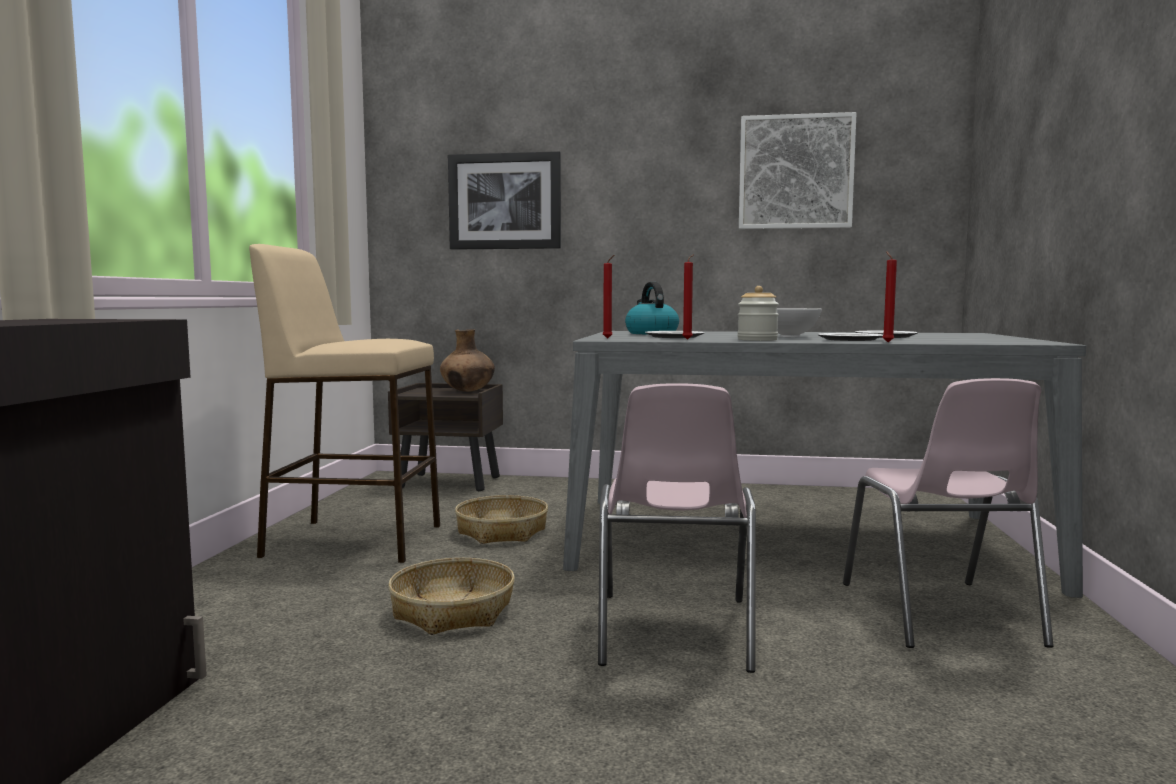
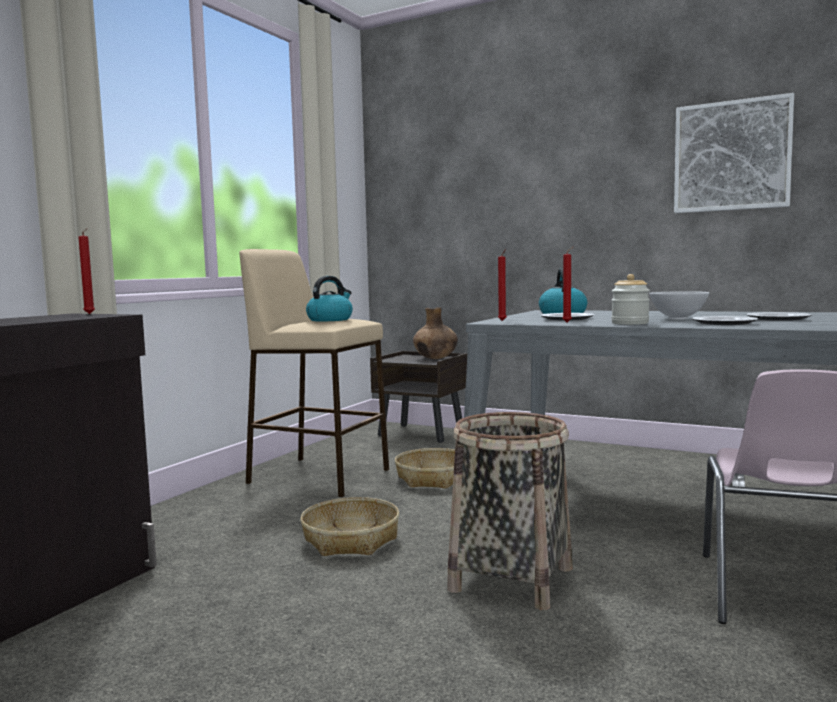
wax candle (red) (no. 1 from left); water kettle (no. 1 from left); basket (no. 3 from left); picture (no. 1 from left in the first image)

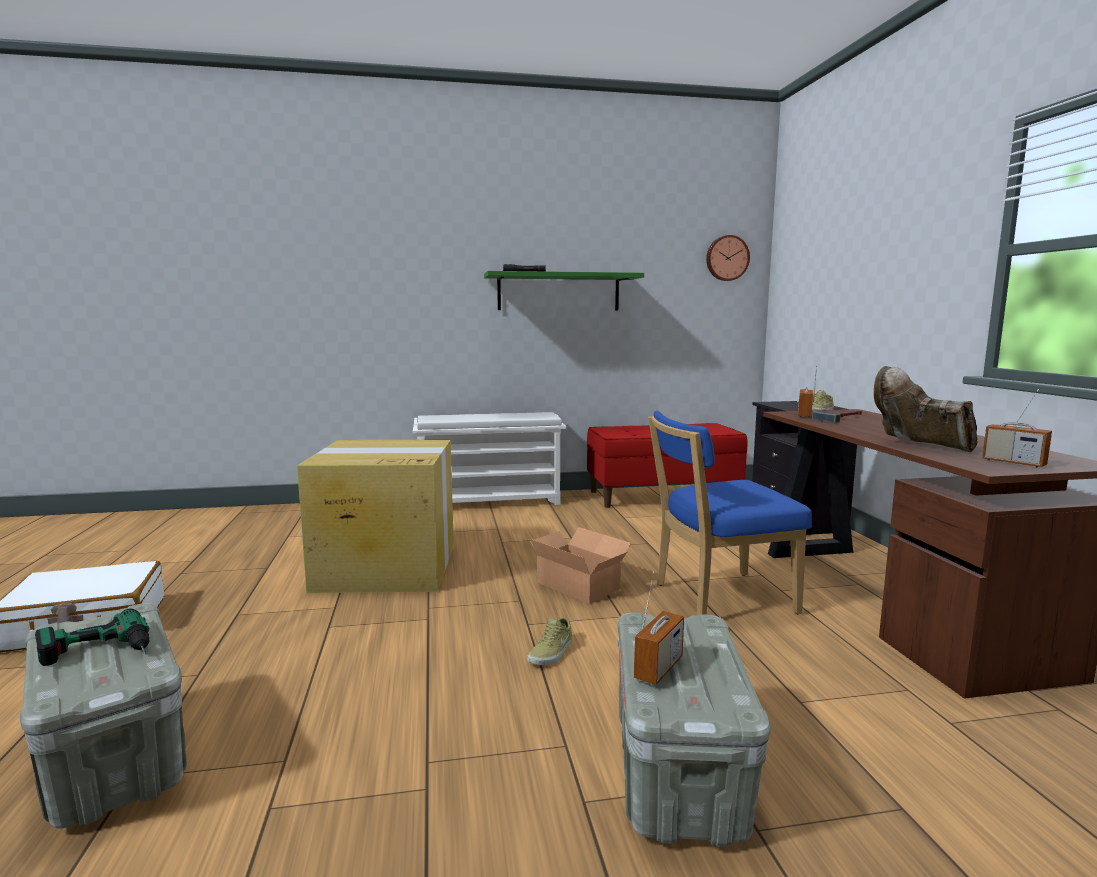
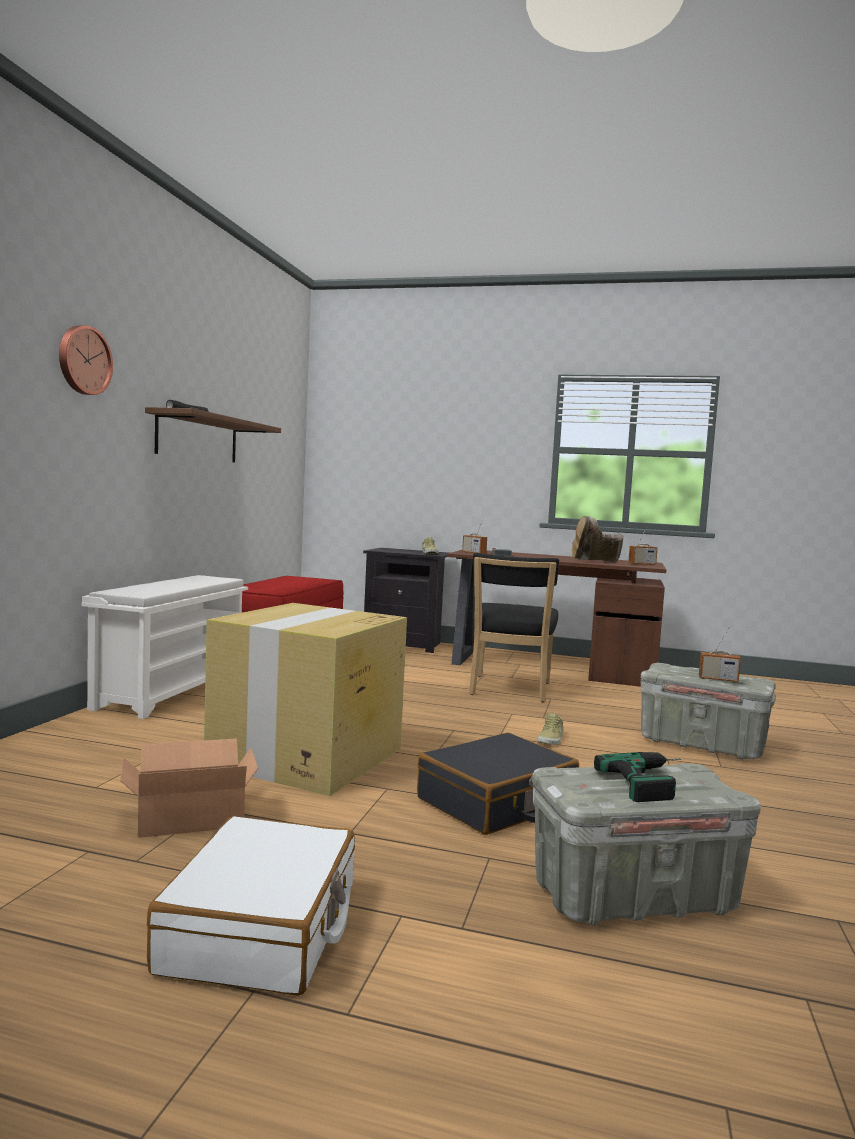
hanging clock; carton (no. 1 from left); wall shelf (brown-coloured); travel case (black); upright chair (black); shoe (beige) (no. 2 from left); radio (no. 3 from left)

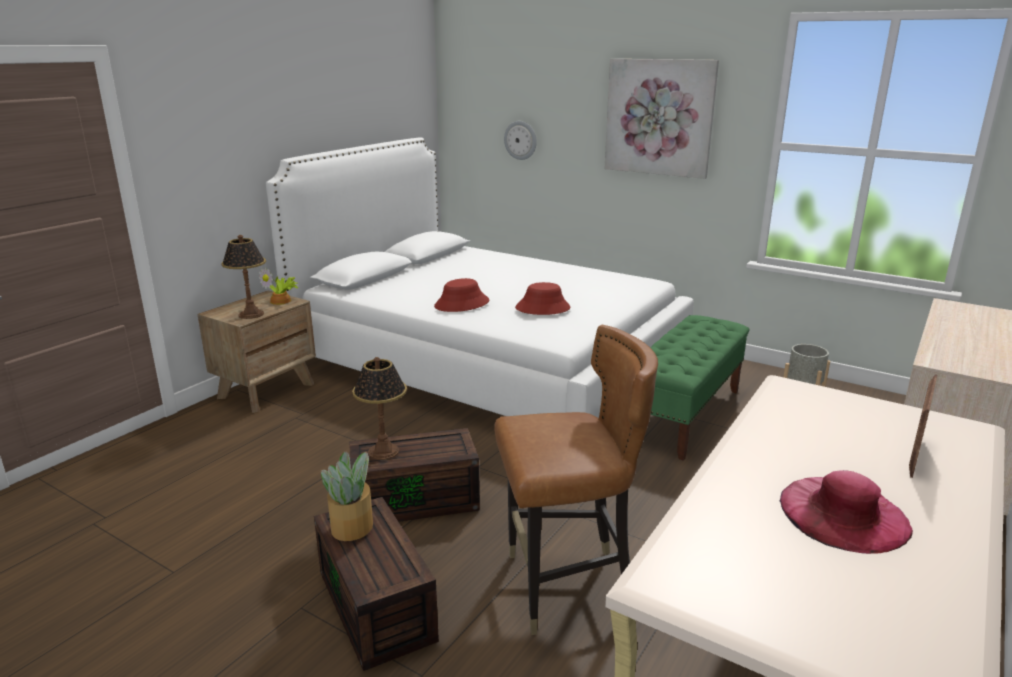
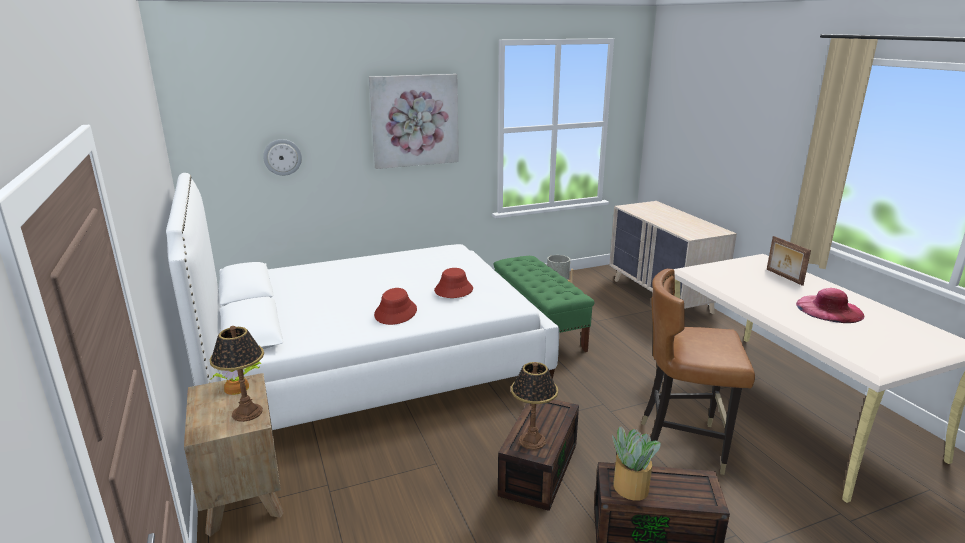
upright chair (brown-coloured)

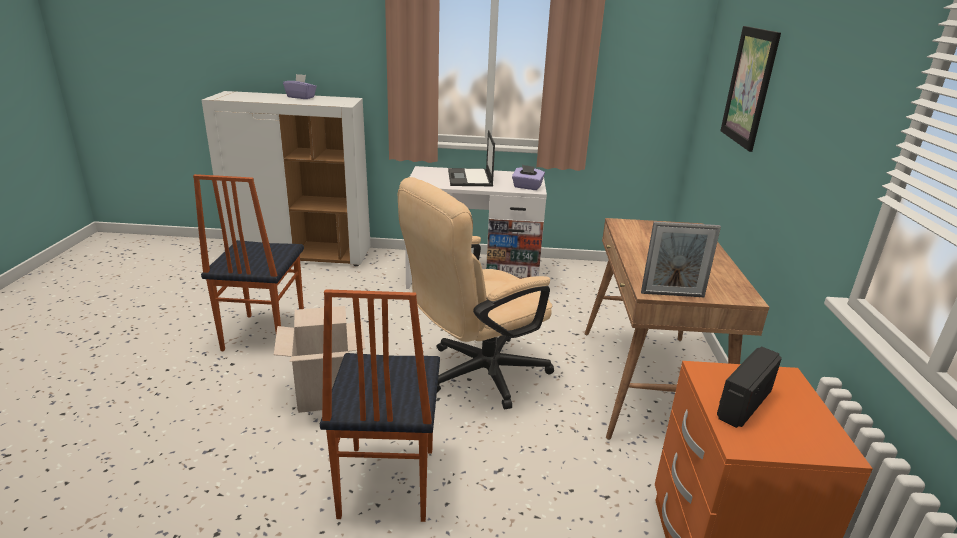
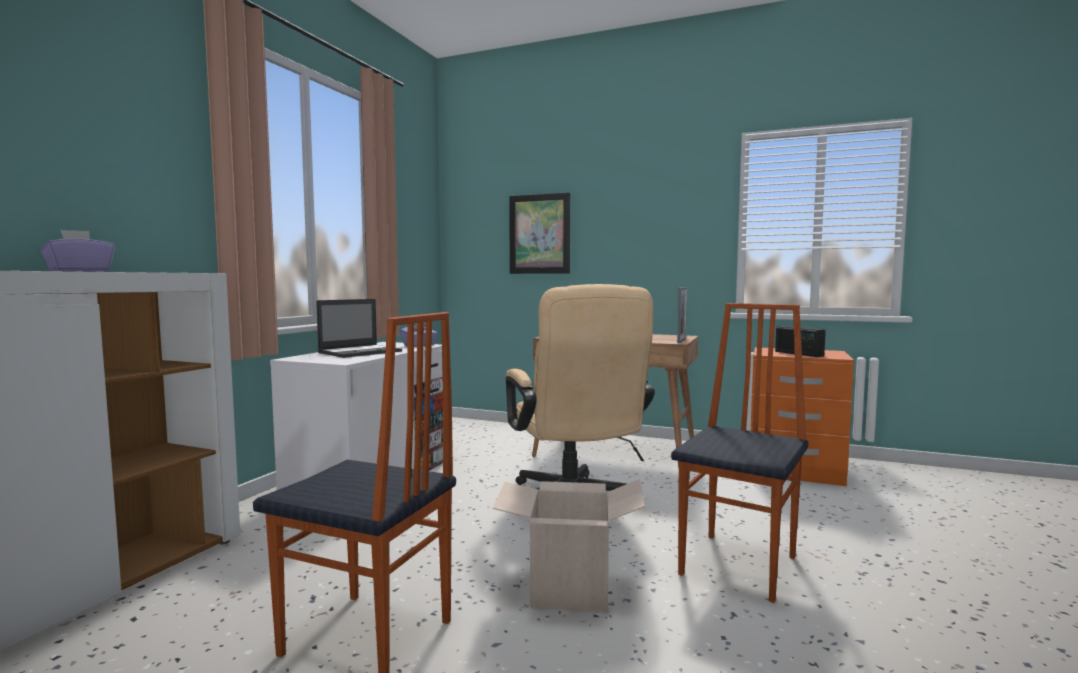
portable computer; upright chair (no. 2 from left)

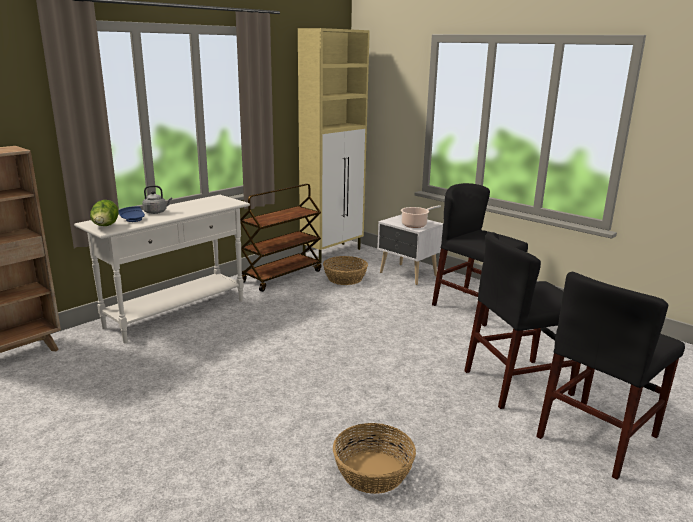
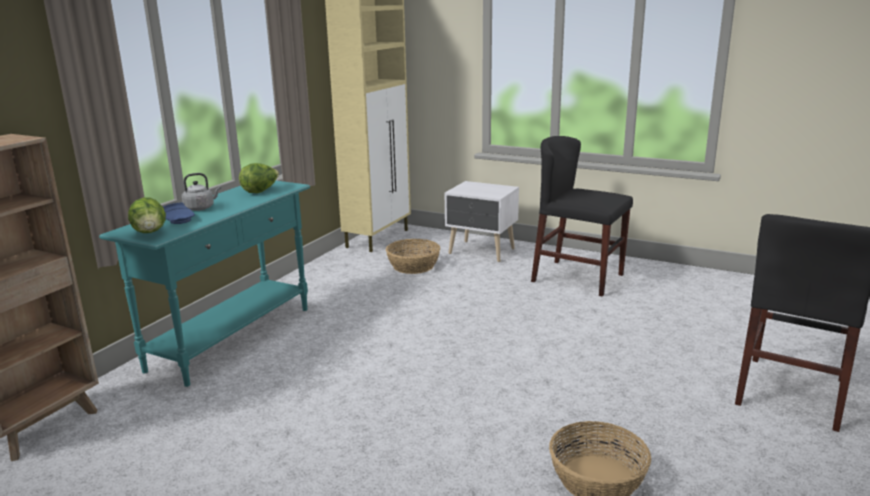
console table (blue-green); lettuce (no. 2 from left); wheeled cart (brown-coloured); saucepot; upright chair (black) (no. 2 from left in the first image)

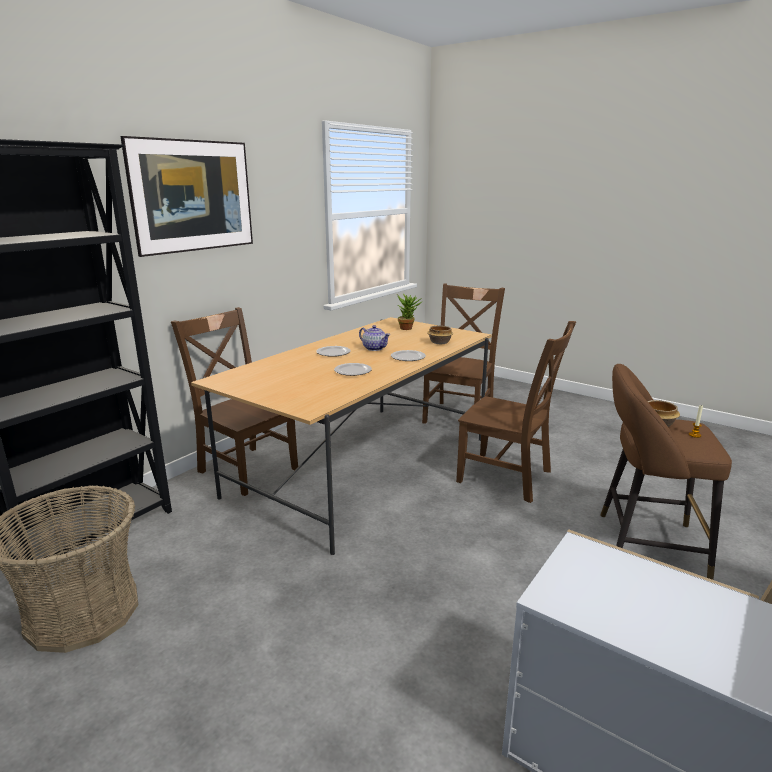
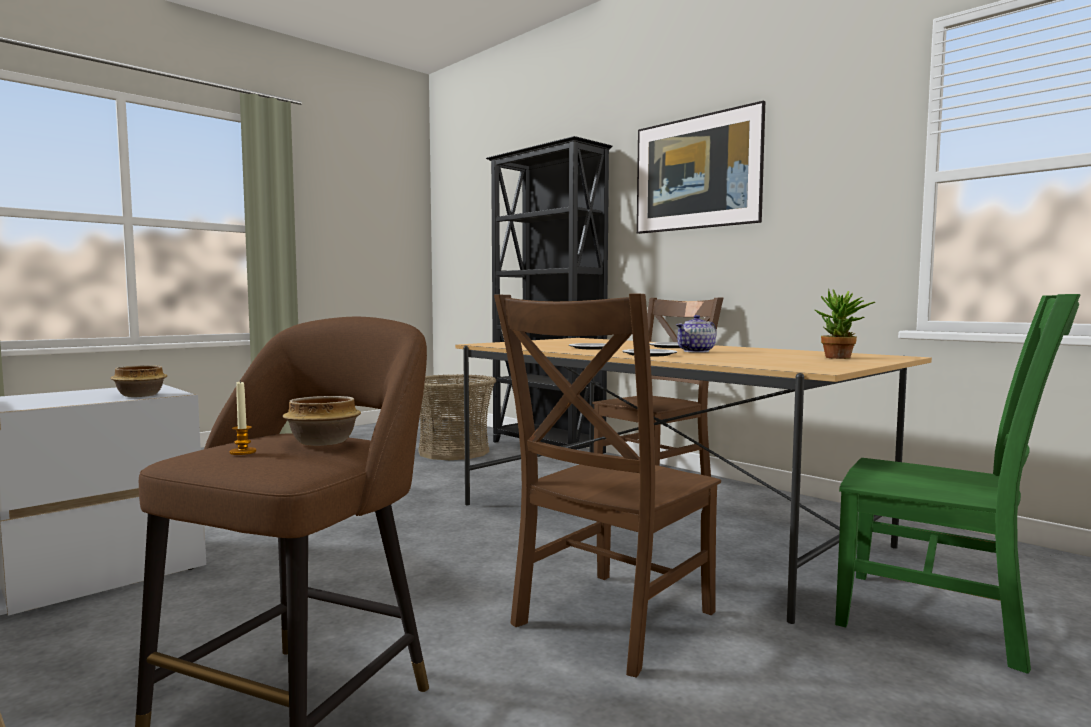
serving bowl (no. 1 from left); upright chair (greenish)

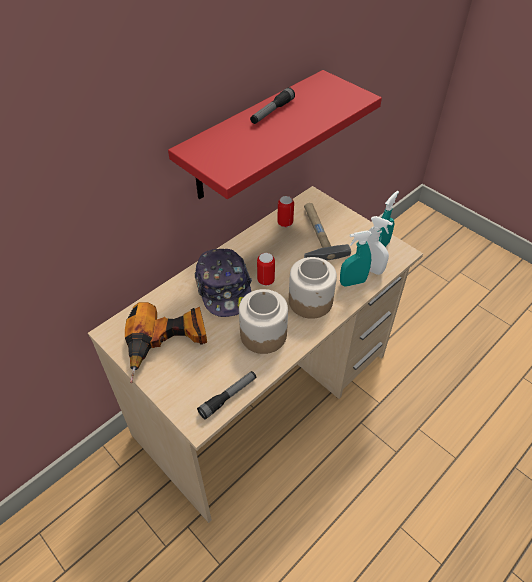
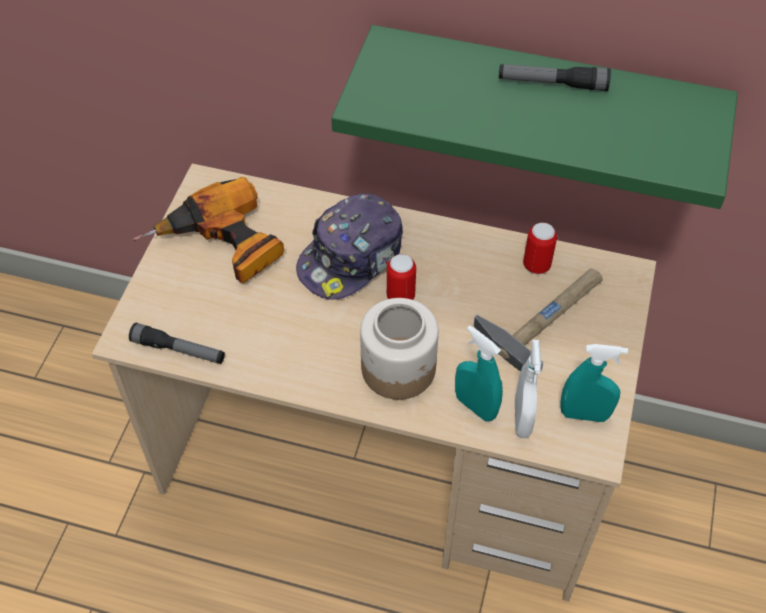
wall shelf (greenish); preserve jar (no. 1 from left in the first image)

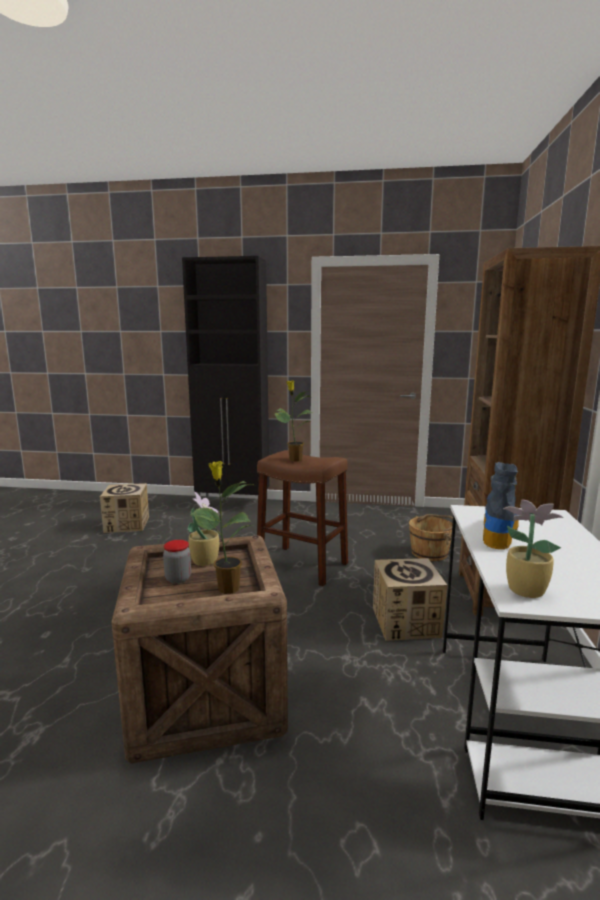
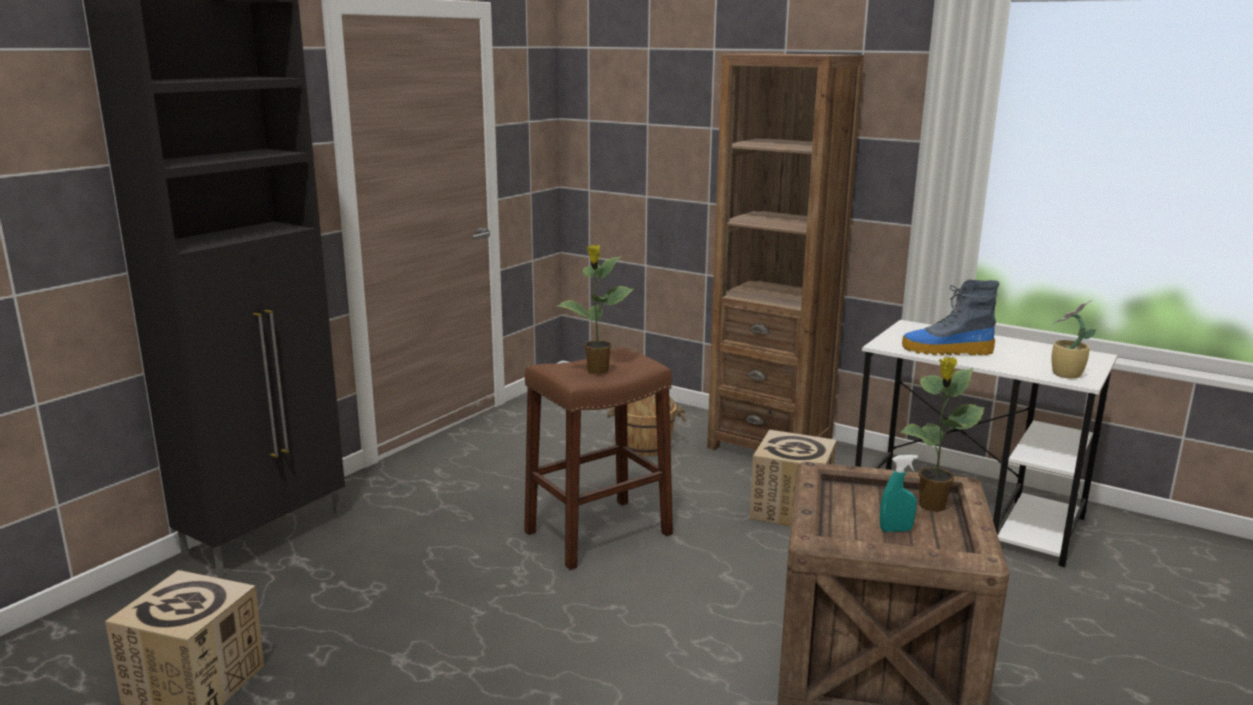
sprayer (blue-green); tall boot; plant in a pot (no. 1 from left in the first image)

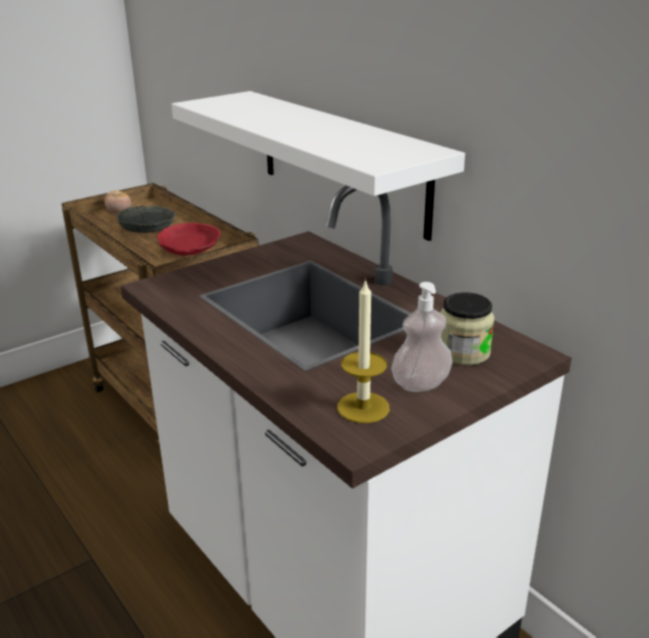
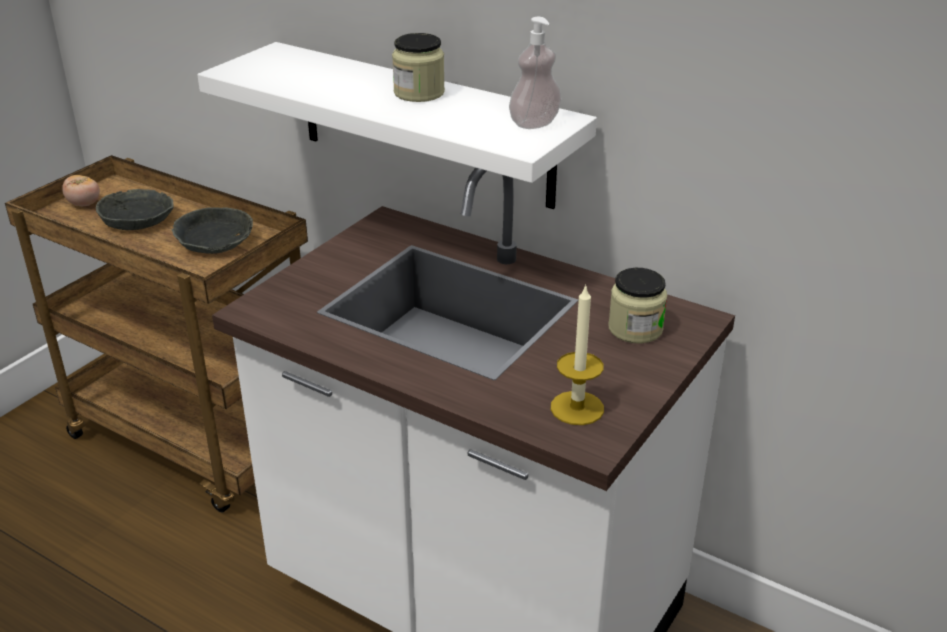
serving bowl (gray) (no. 2 from left); preserve jar (no. 1 from left); liquid soap bottle

